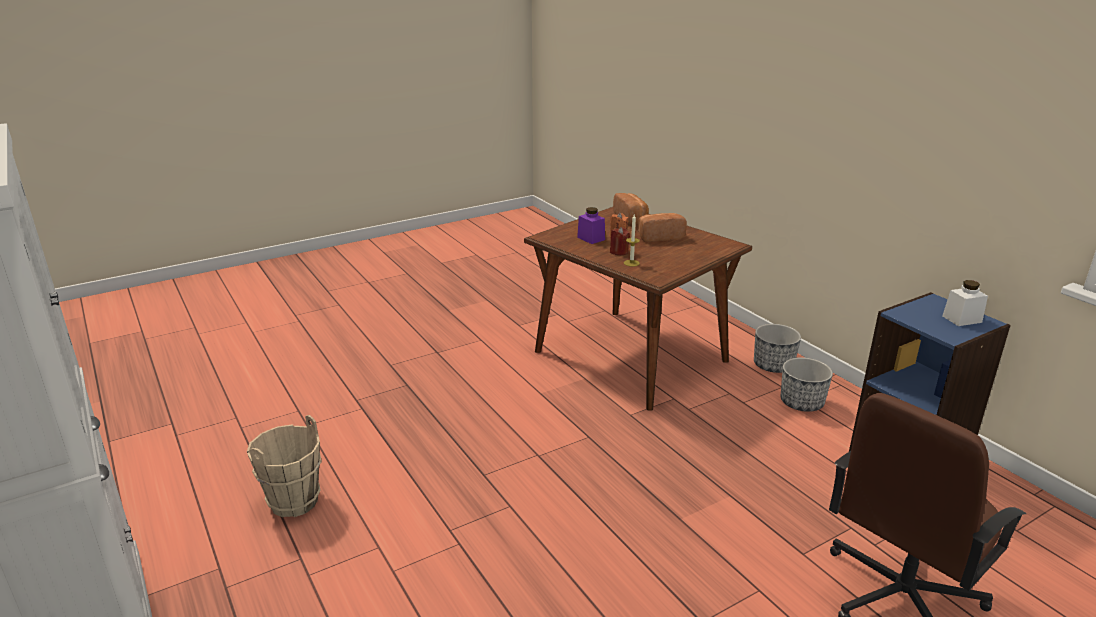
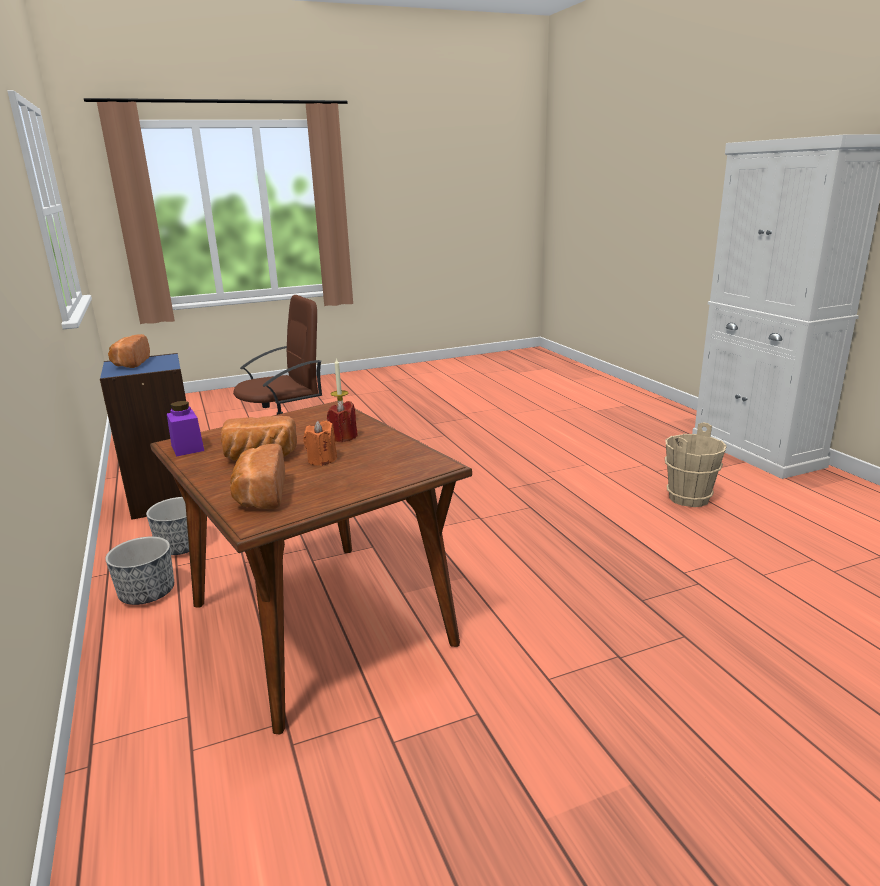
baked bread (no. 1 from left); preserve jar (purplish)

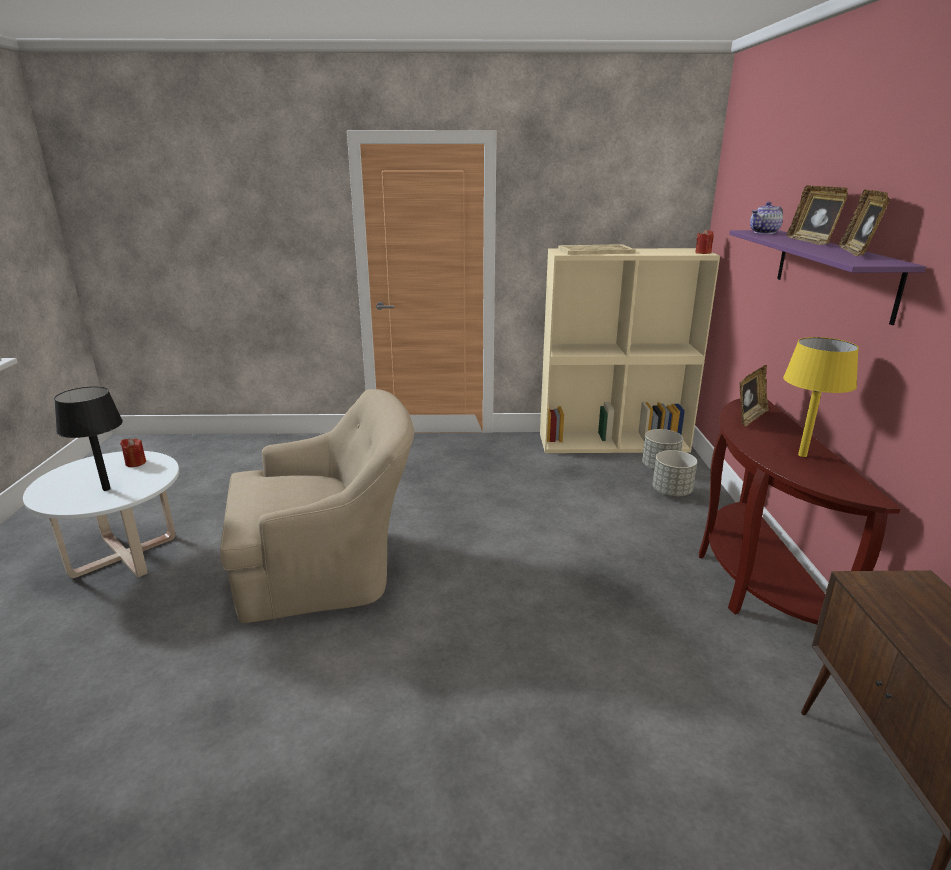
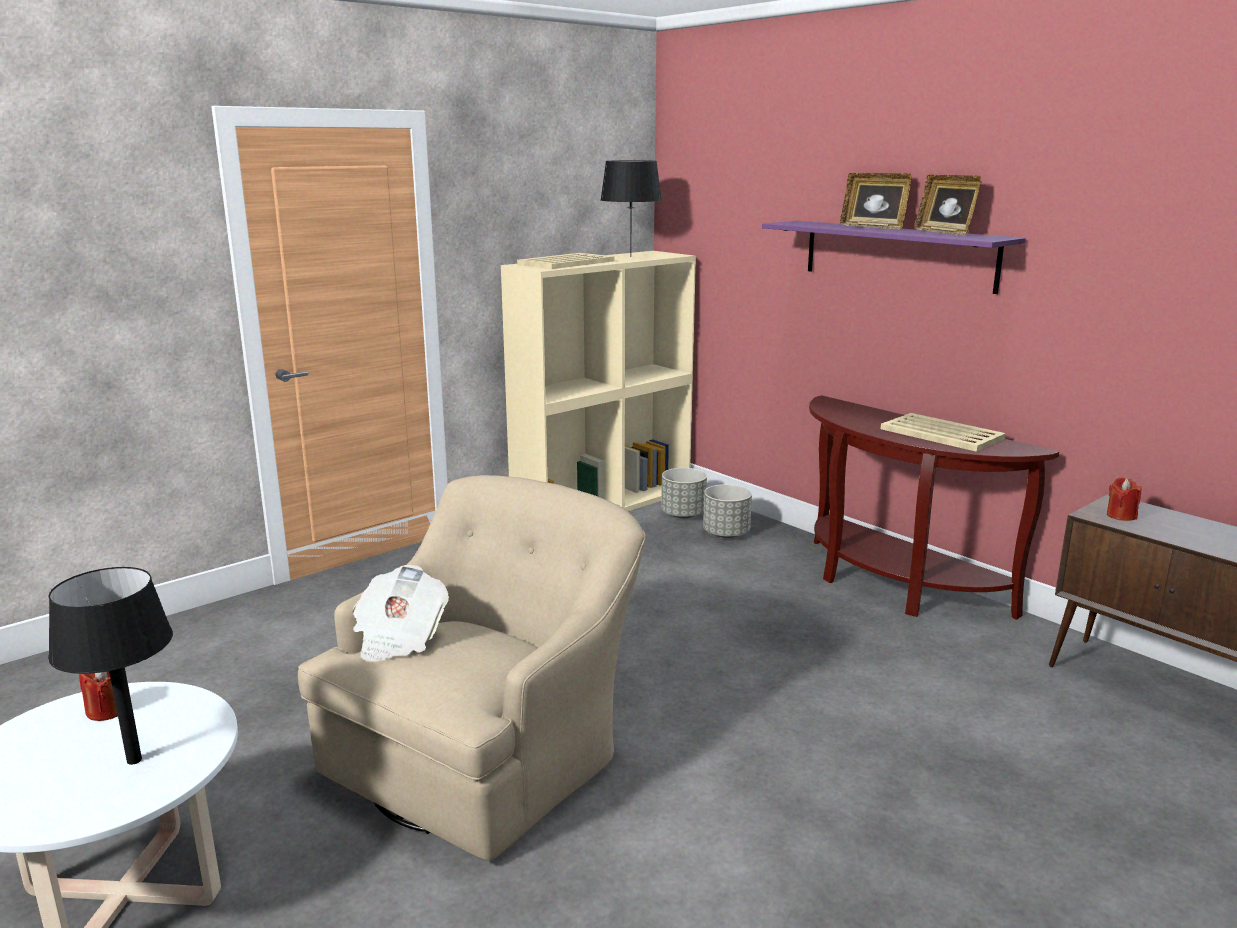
daily paper; table lamp (black) (no. 2 from left); carrying tray (beige) (no. 2 from left); wax candle (red) (no. 2 from left); standing frame (no. 1 from left in the first image); pot for tea

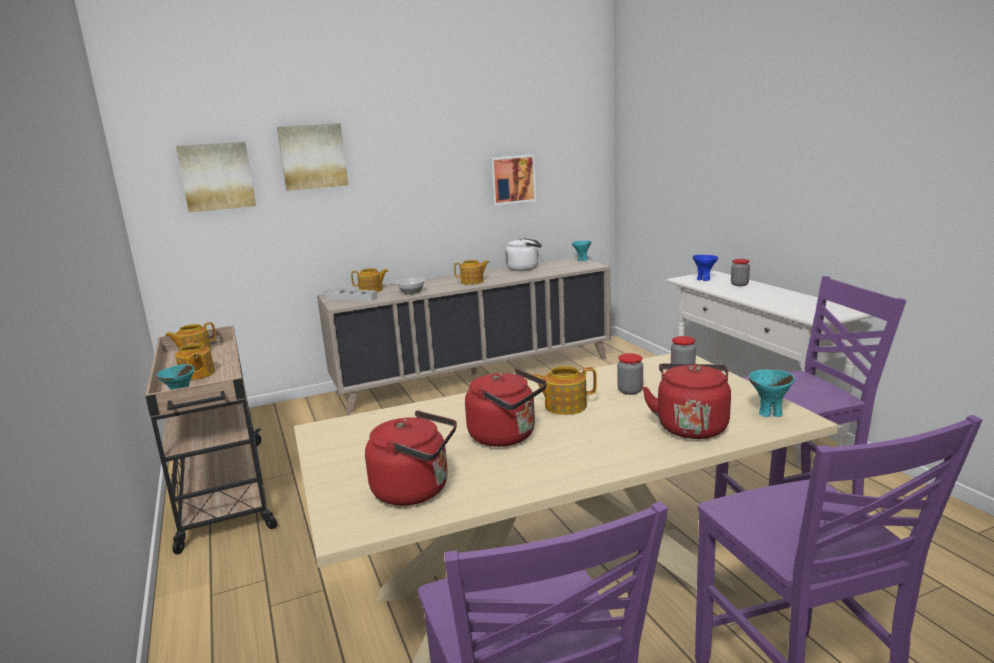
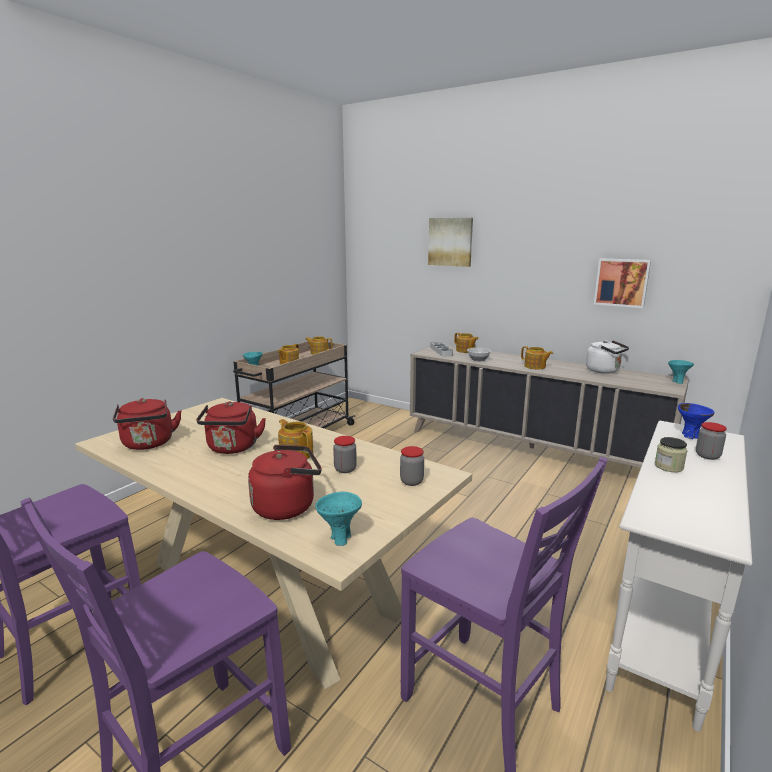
preserve jar (no. 3 from left); picture (no. 1 from left in the first image)

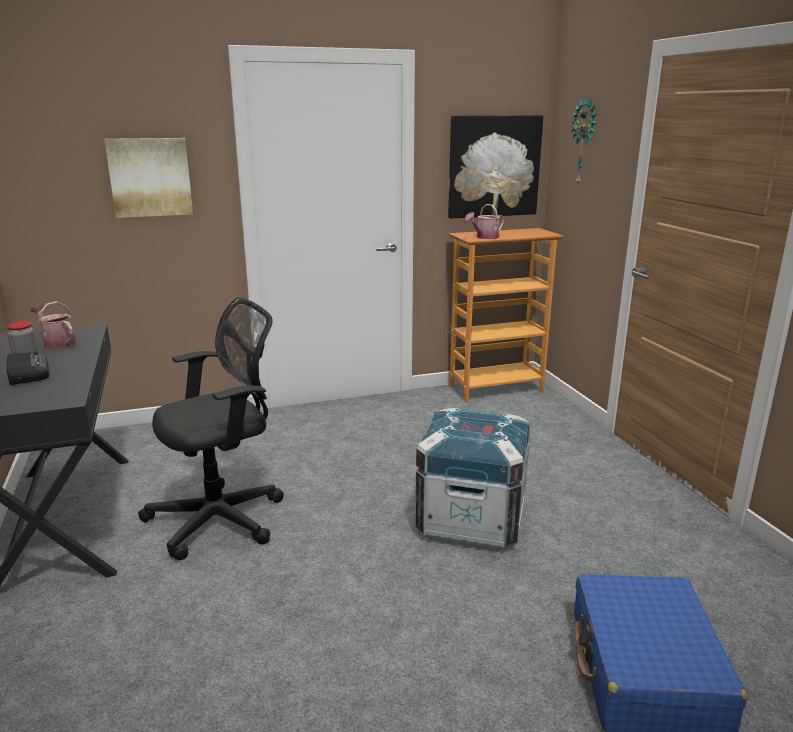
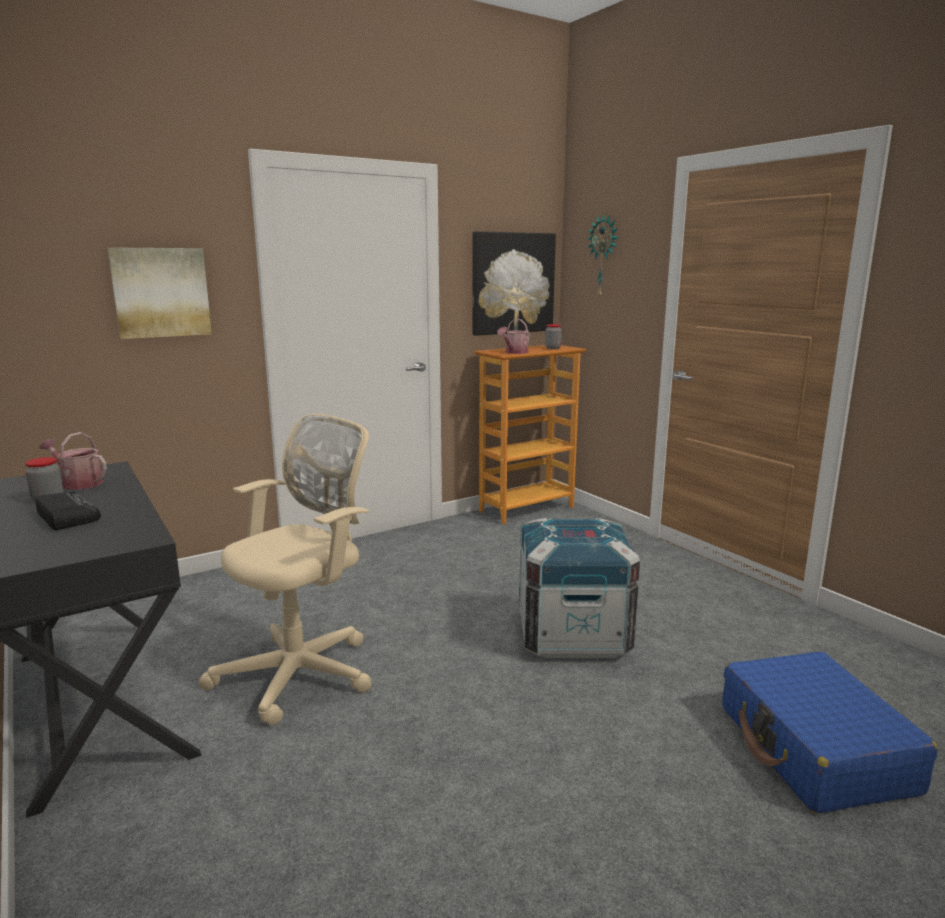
office chair (beige); preserve jar (no. 2 from left)

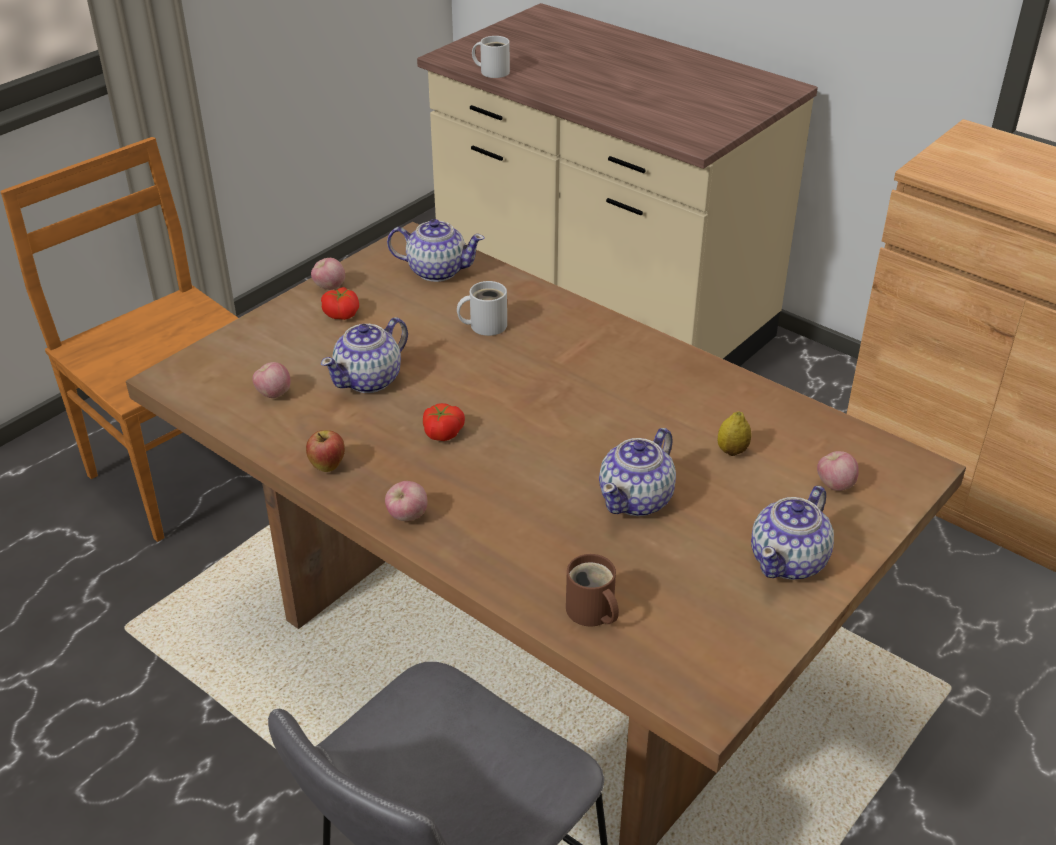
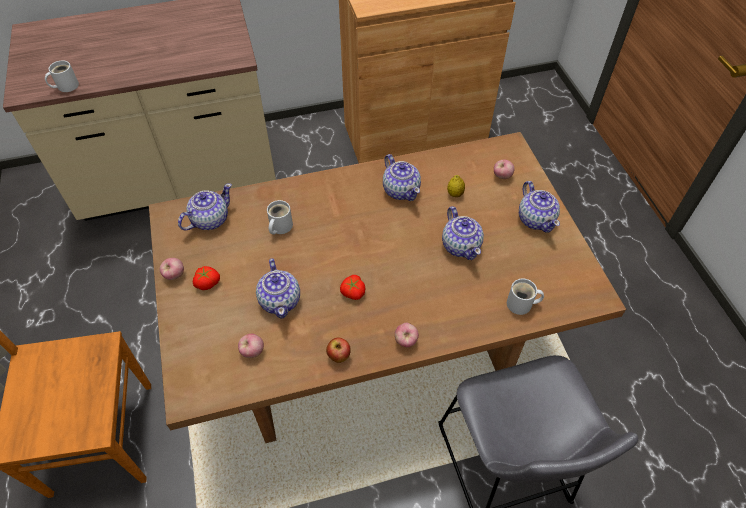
pot for tea (no. 3 from left); coffee mug (white-coloured) (no. 3 from left)

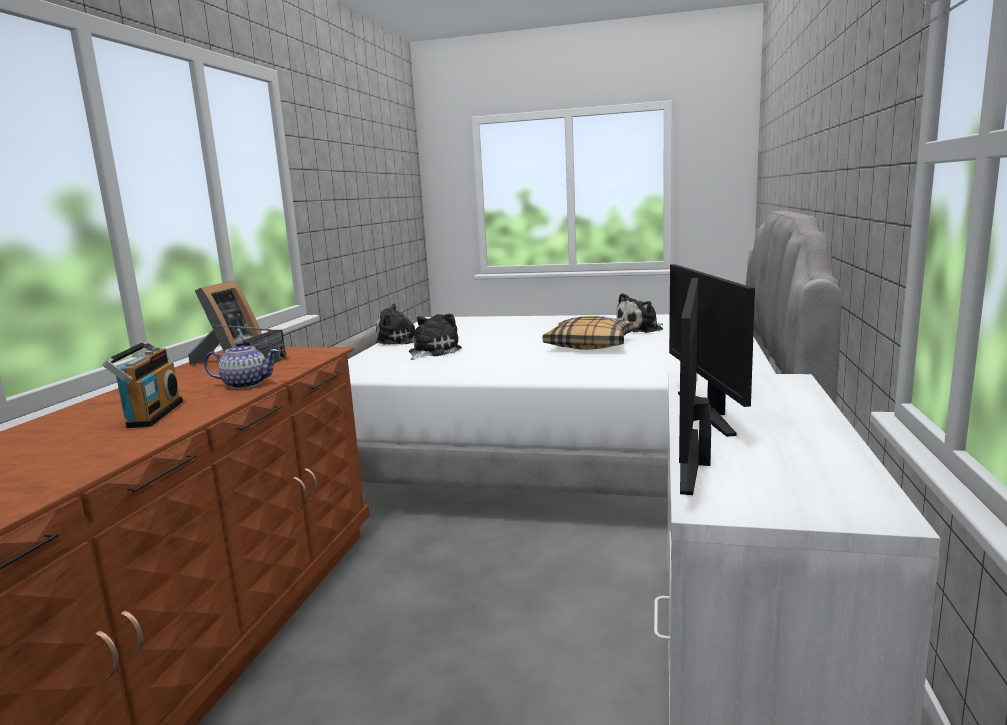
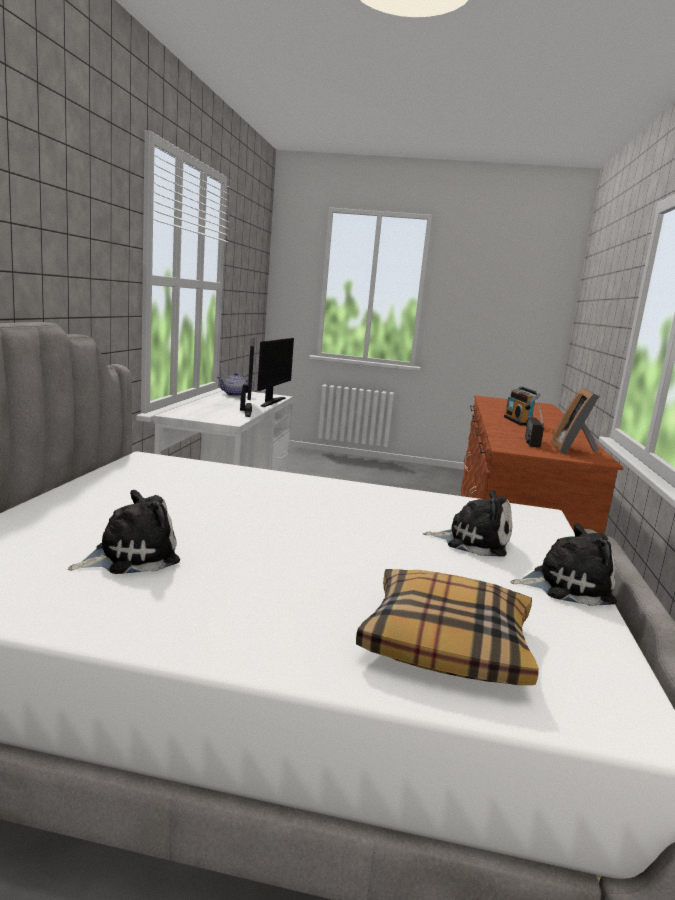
pot for tea; pillow; soft toy (no. 2 from left)

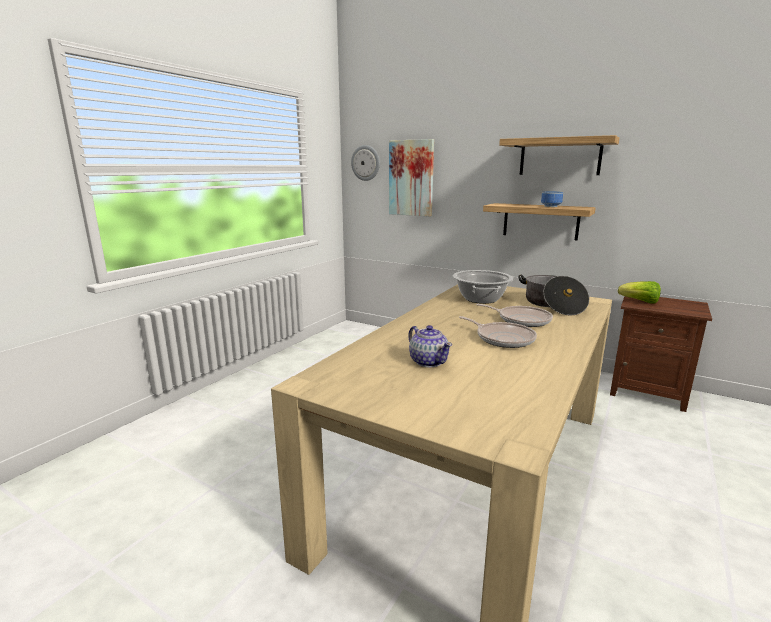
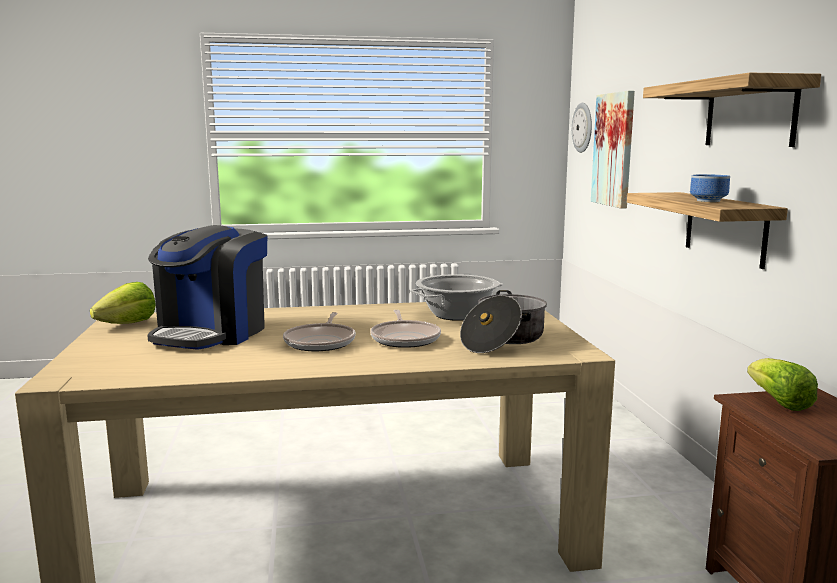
lettuce (no. 1 from left); coffee brewer

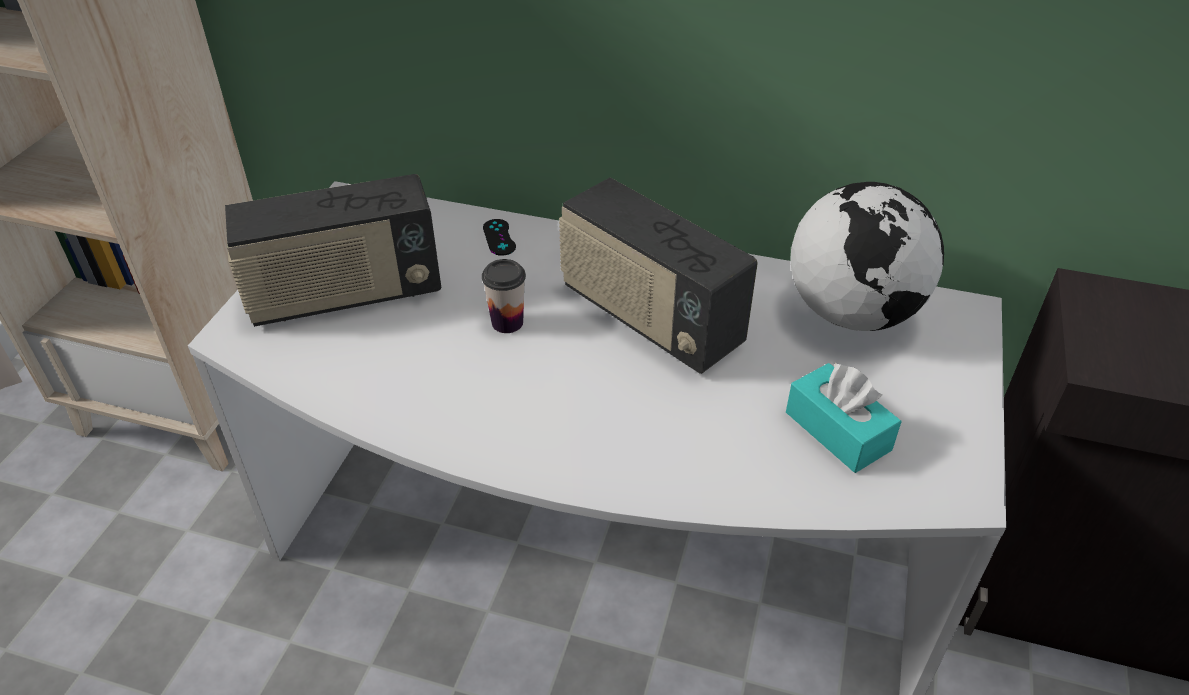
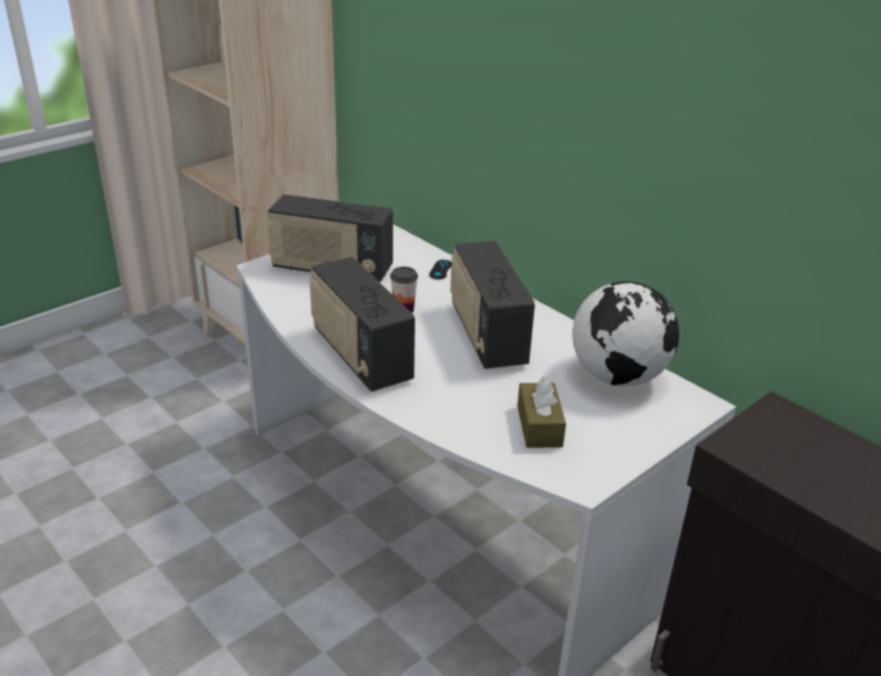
radio (no. 2 from left); tissue holder (brown-coloured)

